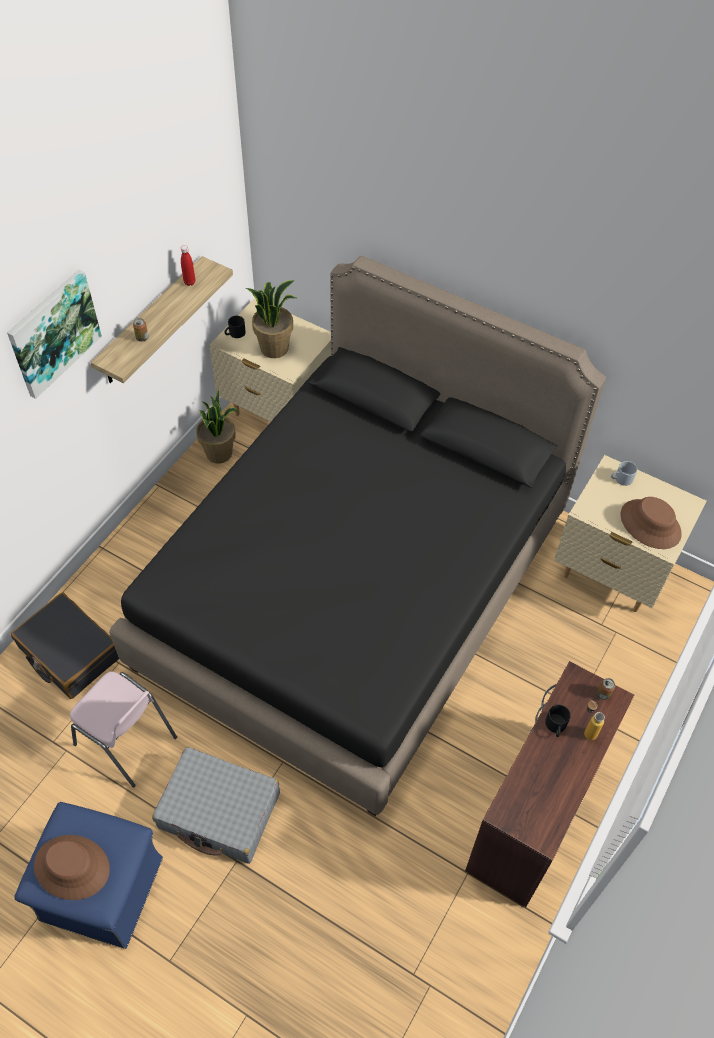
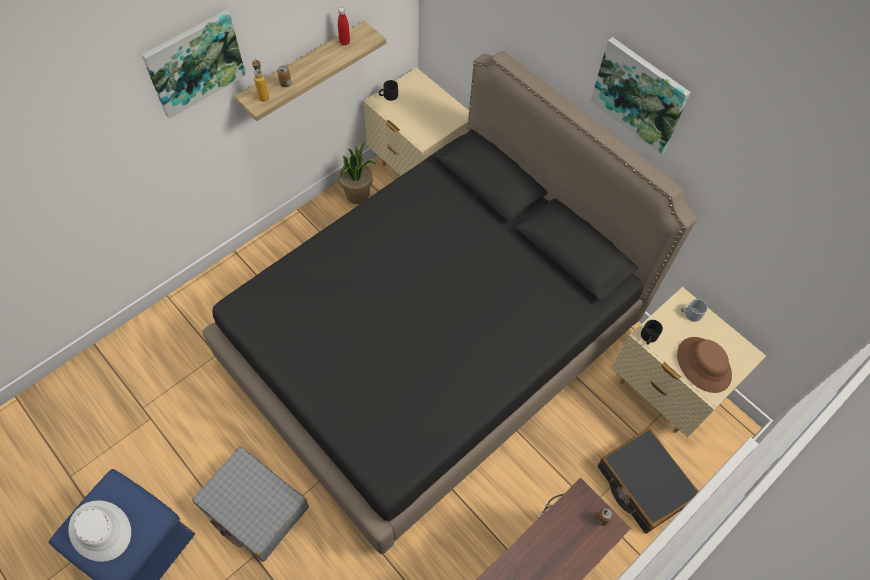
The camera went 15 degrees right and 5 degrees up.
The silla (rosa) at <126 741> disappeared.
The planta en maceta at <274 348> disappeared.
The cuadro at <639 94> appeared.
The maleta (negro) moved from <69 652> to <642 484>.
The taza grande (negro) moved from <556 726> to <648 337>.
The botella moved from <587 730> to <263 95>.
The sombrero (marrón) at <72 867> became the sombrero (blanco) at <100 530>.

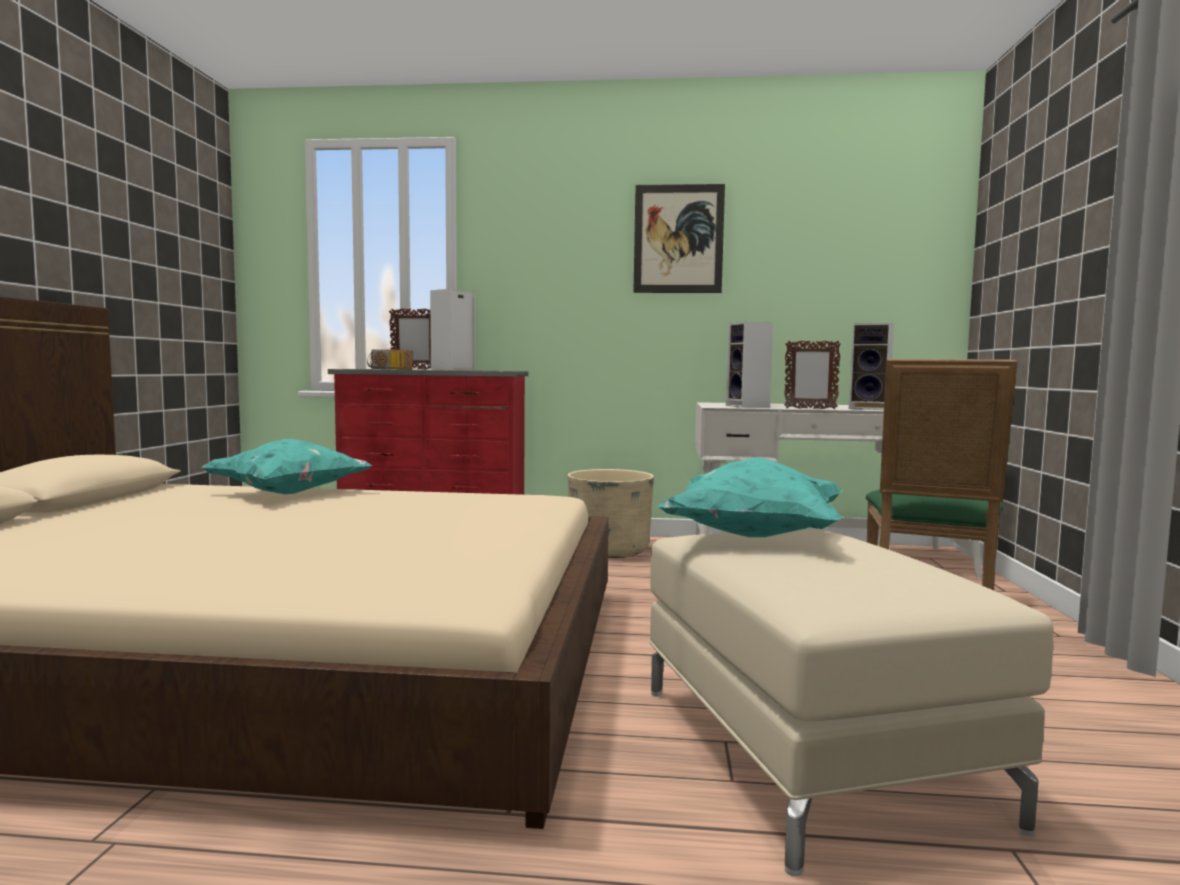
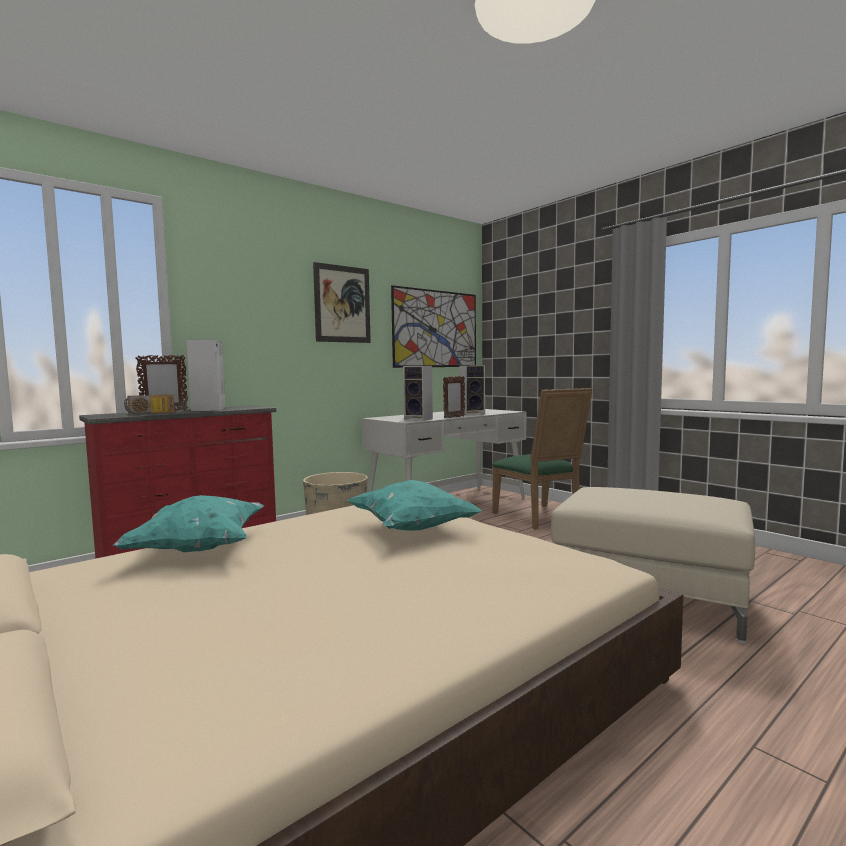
The camera went 45 degrees left and 0 degrees up.
The cuadro at <436 329> appeared.
The cojín (turquesa) moved from <754 537> to <413 529>.

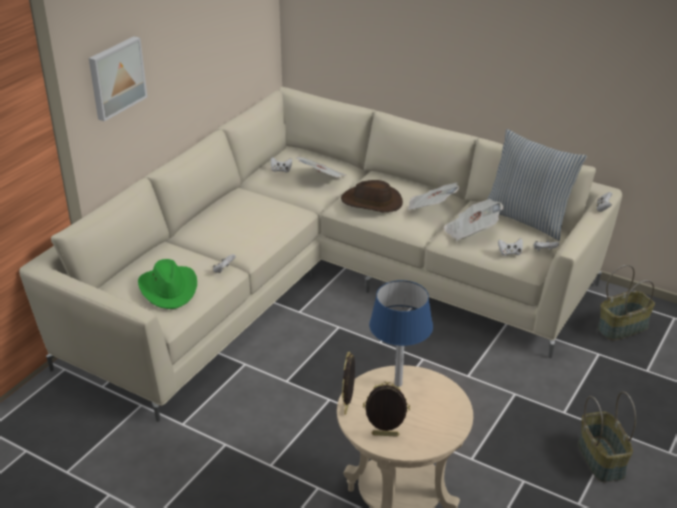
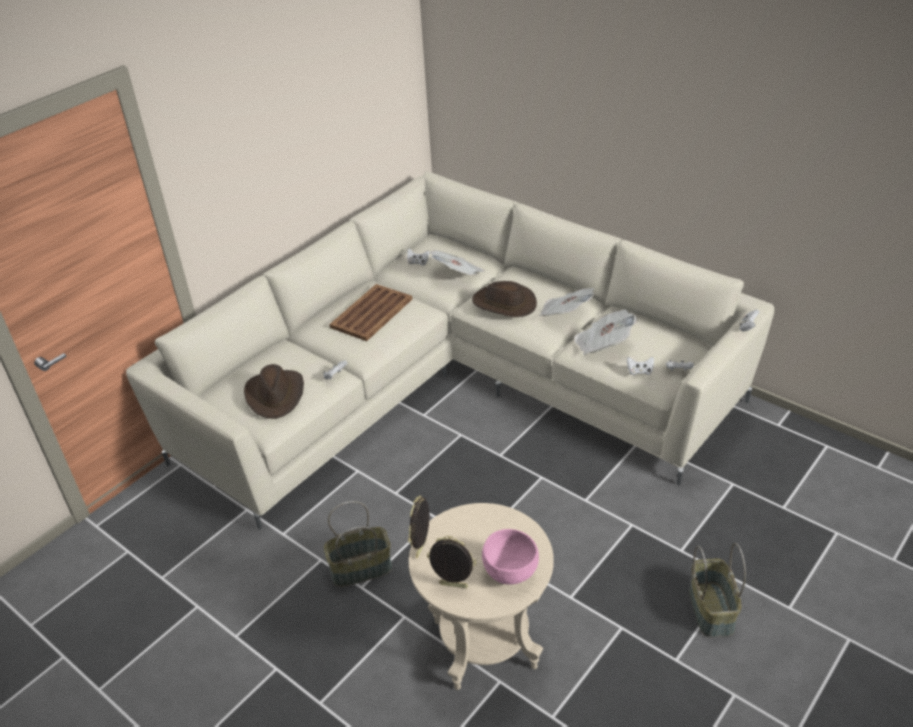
The camera went 10 degrees right and 5 degrees up.
The cuadro at <116 77> disappeared.
The lámpara de mesa (azul) at <398 384> disappeared.
The cojín at <527 219> disappeared.
The bandeja (marrón) at <372 313> appeared.
The cuenco (rosa) at <509 573> appeared.
The cesta moved from <622 327> to <361 568>.
The sombrero (verde) at <169 289> became the sombrero (marrón) at <275 395>.

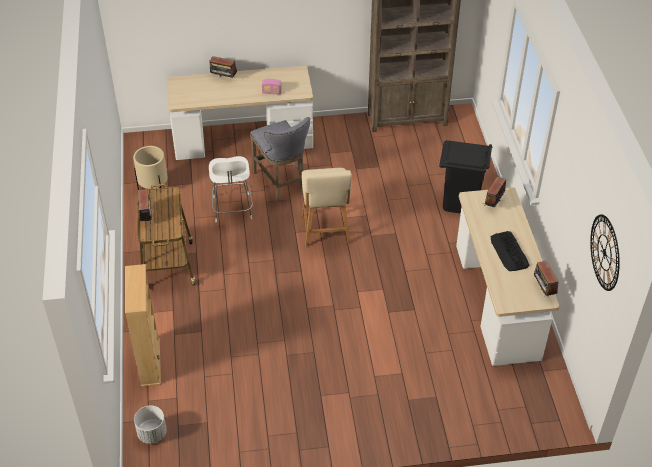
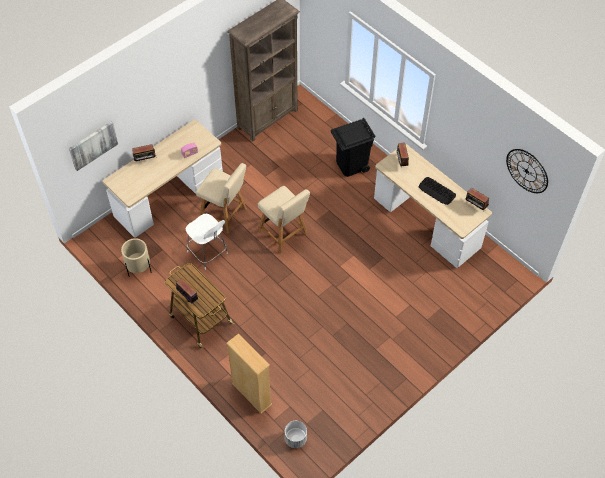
The camera went 35 degrees left and 10 degrees up.
The cuadro at <93 145> appeared.
The taburete (gris) at <281 184> was replaced by the silla (beis) at <225 215>.

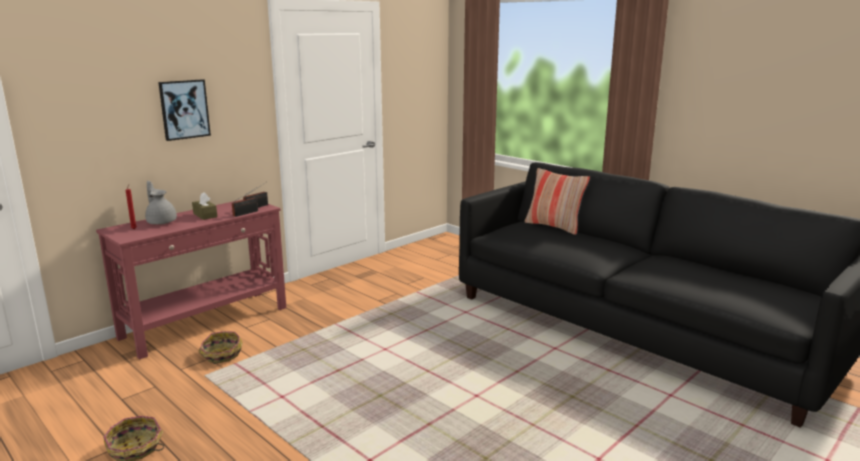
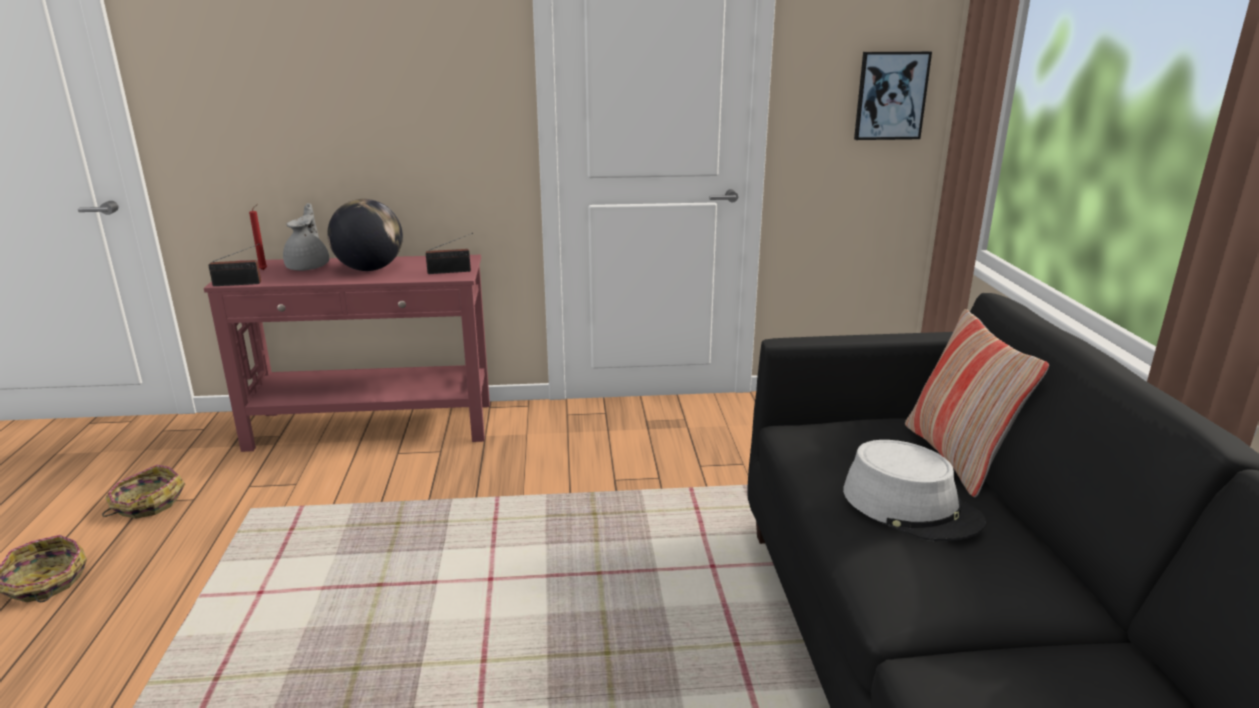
The camera went 40 degrees right and 5 degrees up.
The sombrero (gris) at <911 507> appeared.
The cuadro moved from <184 109> to <891 95>.
The cesta moved from <221 355> to <147 504>.
The radio moved from <247 213> to <240 284>.
The caja de pañuelos (marrón) at <205 215> was replaced by the globo terráqueo at <370 269>.

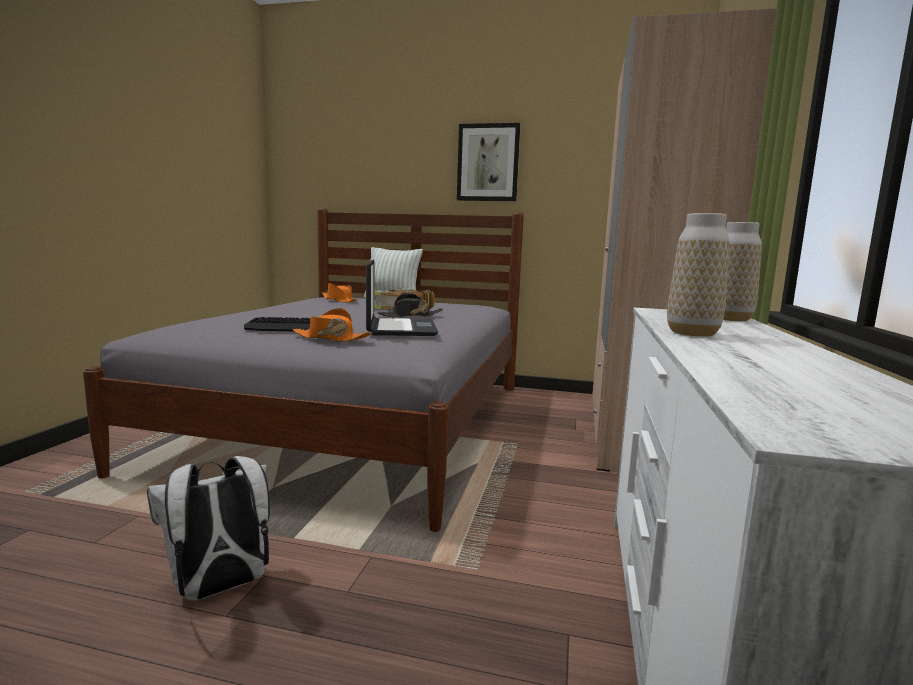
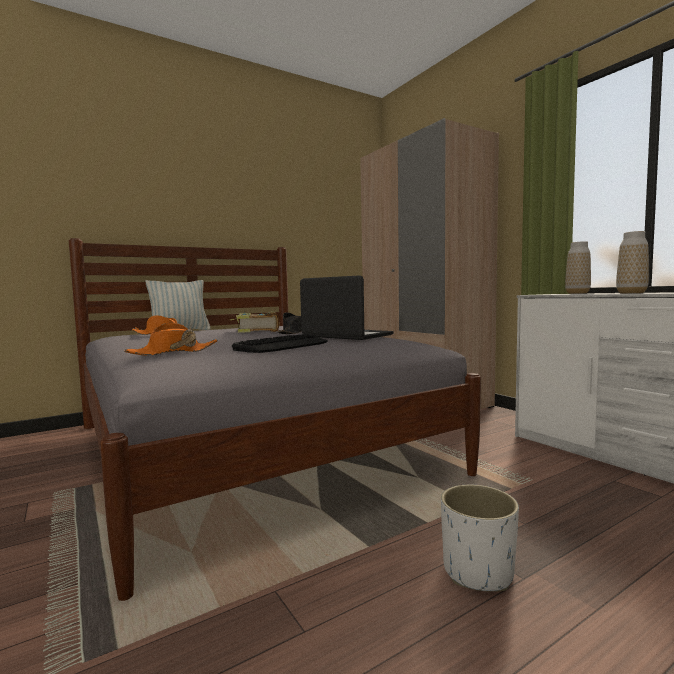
The camera went 45 degrees left and 5 degrees down.
The cuadro at <488 163> disappeared.
The sombrero (naranja) moved from <331 338> to <173 352>.
The mochila (blanco) at <219 588> was replaced by the maceta (blanco) at <478 572>.

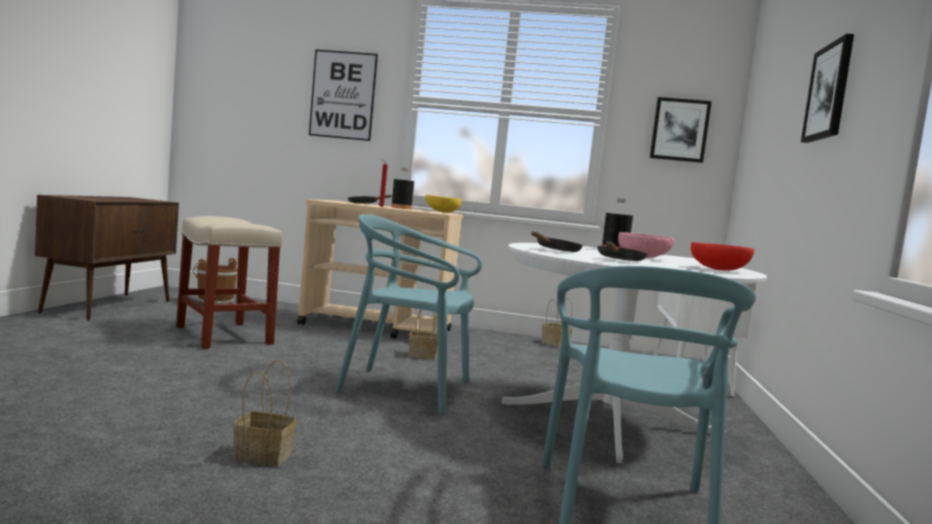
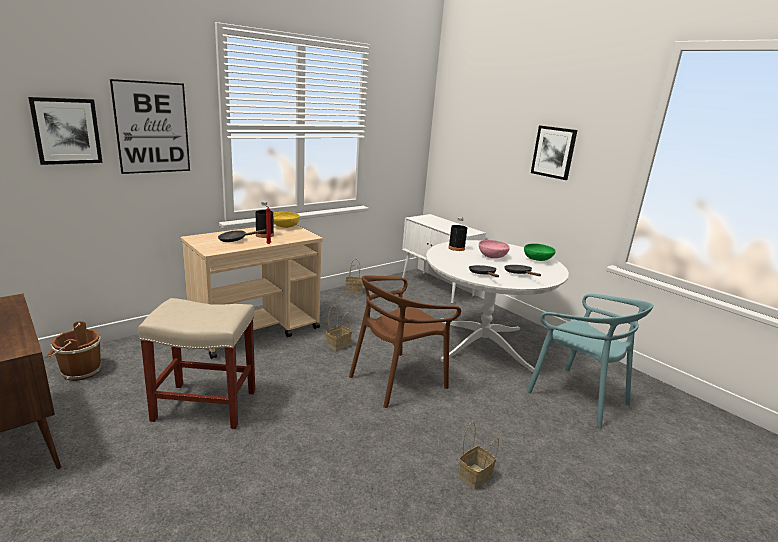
The camera went 50 degrees left and 15 degrees up.
The cuadro moved from <679 130> to <67 131>.
The silla (turquesa) at <406 388> became the silla (marrón) at <397 380>.
The cuenco (rojo) at <718 270> became the cuenco (verde) at <537 260>.

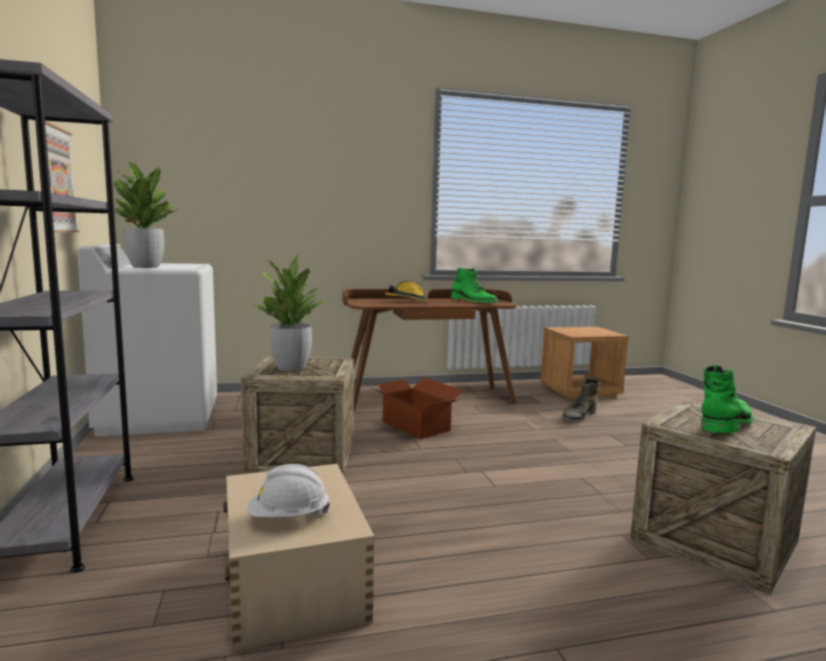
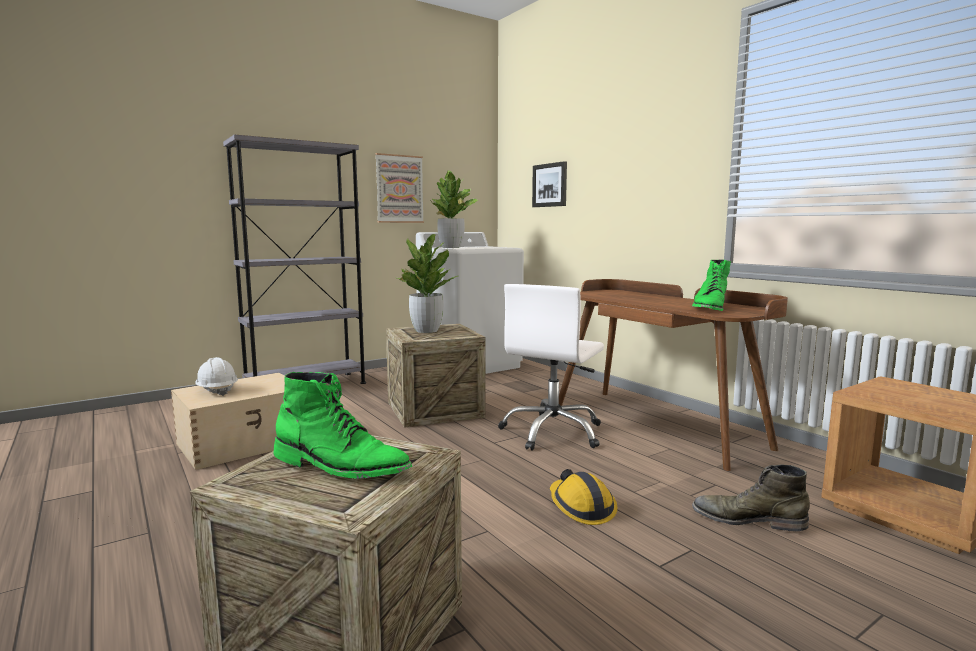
The camera went 70 degrees right and 0 degrees up.
The cuadro at <550 185> appeared.
The casco moved from <406 301> to <581 507>.
The caja de cartón at <415 426> was replaced by the silla de oficina (blanco) at <553 432>.

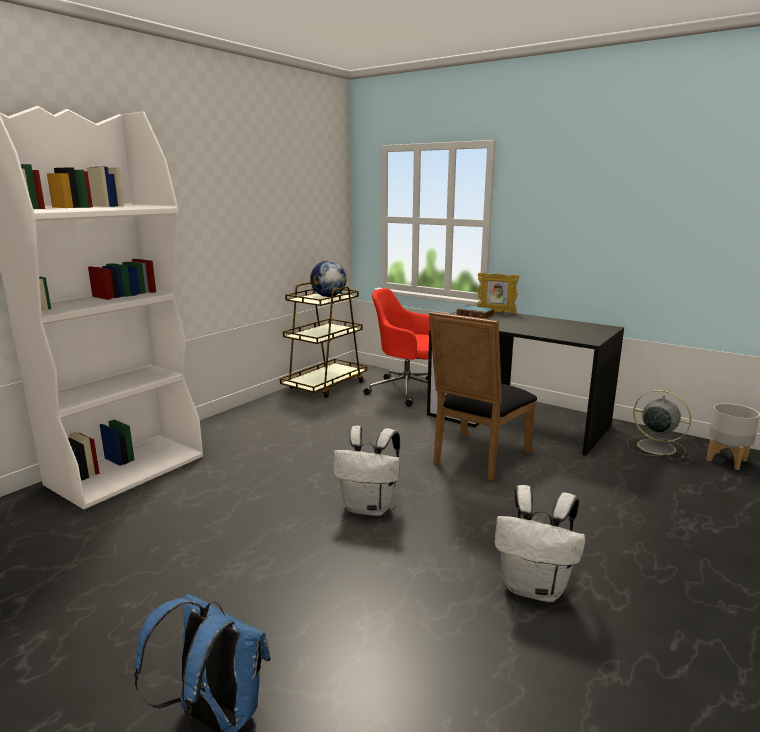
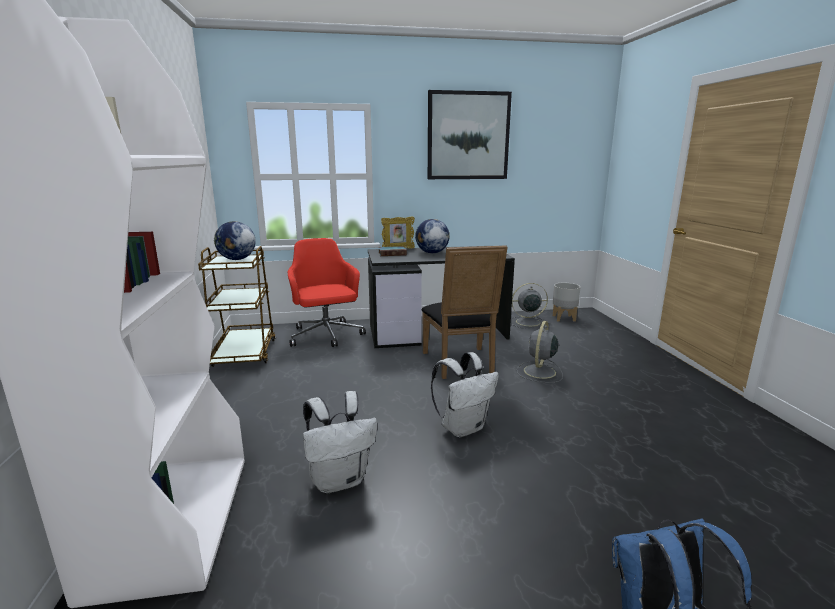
The camera went 45 degrees left and 0 degrees up.
The globo terráqueo at <431 253> appeared.
The cuadro at <468 136> appeared.
The ventilador (gris) at <539 372> appeared.
The mochila (blanco) moved from <535 587> to <340 480>.
The silla de oficina (rojo) at <407 391> turned 90 degrees clockwise.

